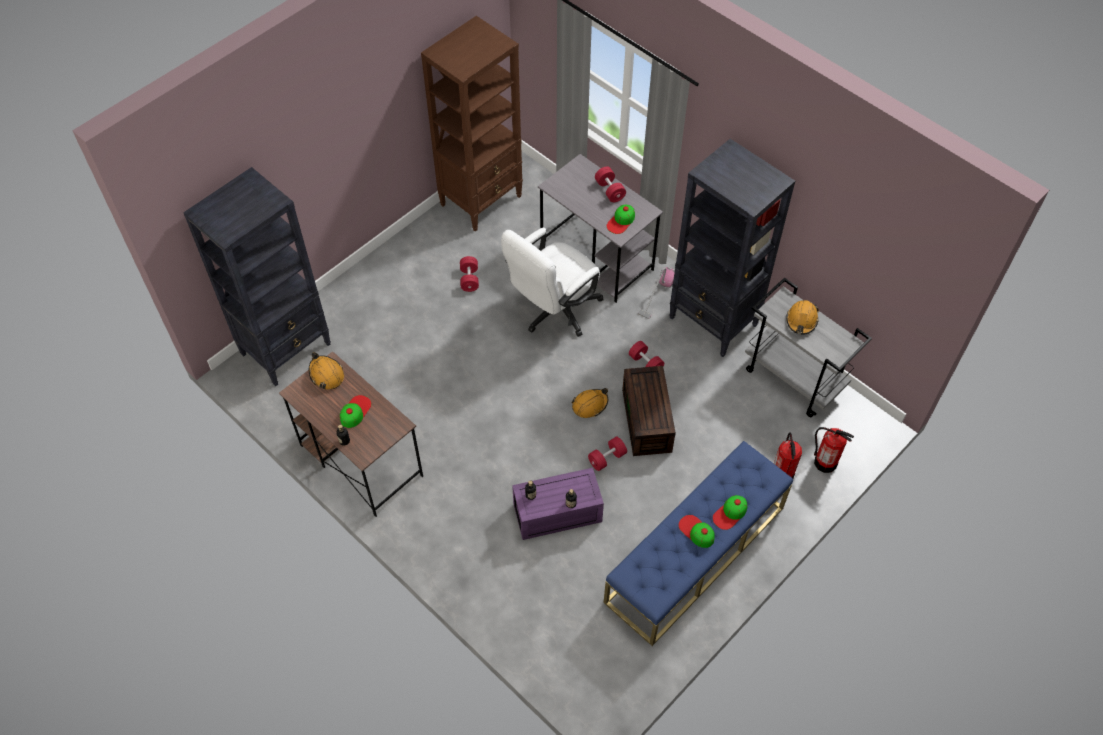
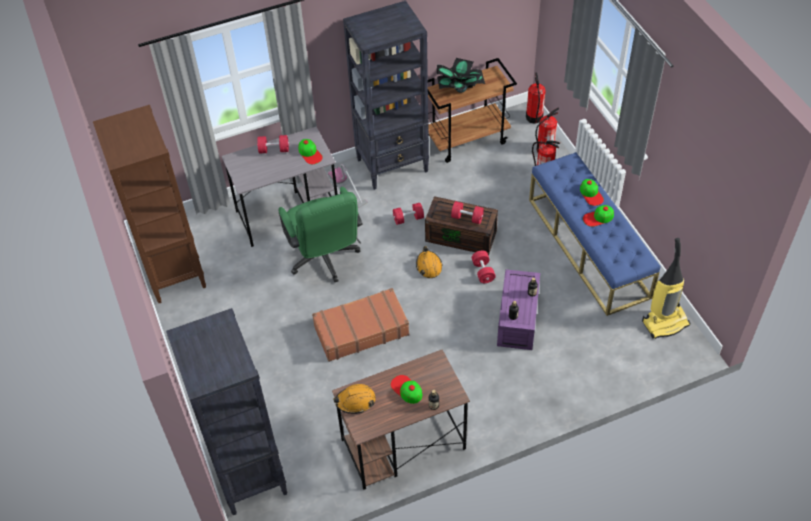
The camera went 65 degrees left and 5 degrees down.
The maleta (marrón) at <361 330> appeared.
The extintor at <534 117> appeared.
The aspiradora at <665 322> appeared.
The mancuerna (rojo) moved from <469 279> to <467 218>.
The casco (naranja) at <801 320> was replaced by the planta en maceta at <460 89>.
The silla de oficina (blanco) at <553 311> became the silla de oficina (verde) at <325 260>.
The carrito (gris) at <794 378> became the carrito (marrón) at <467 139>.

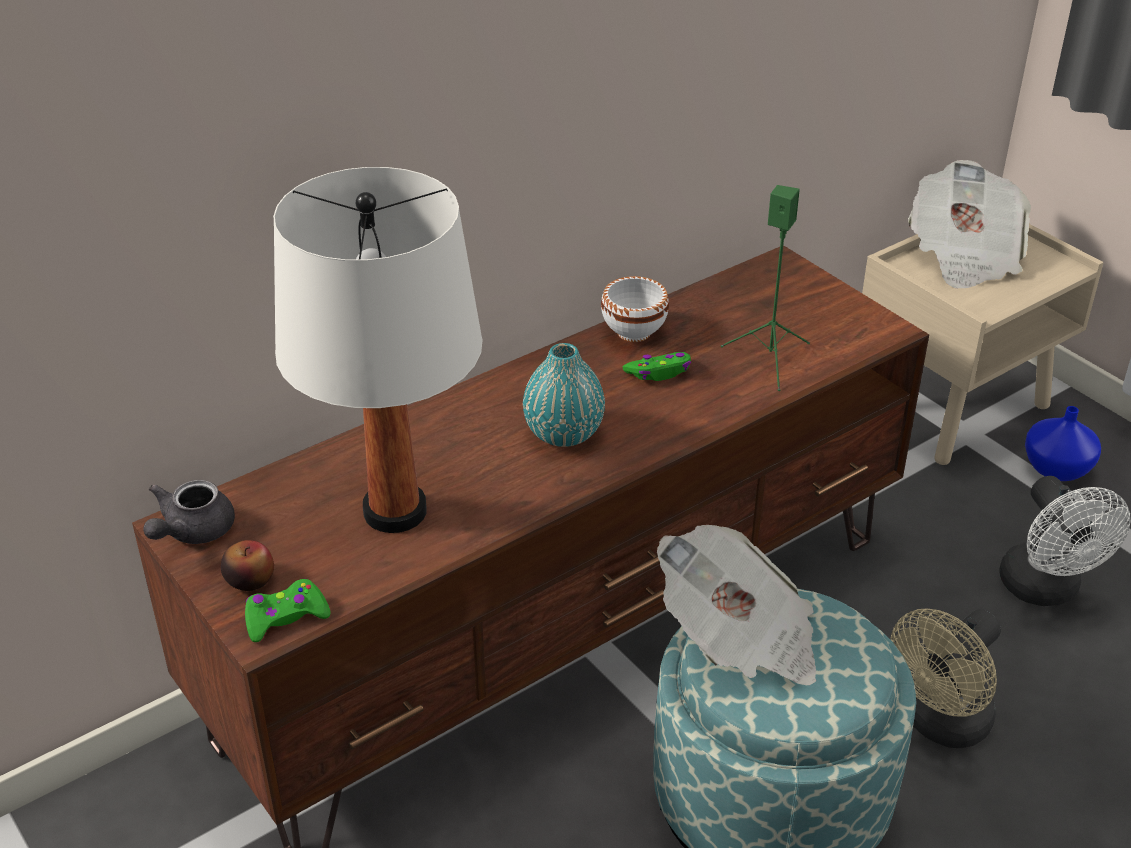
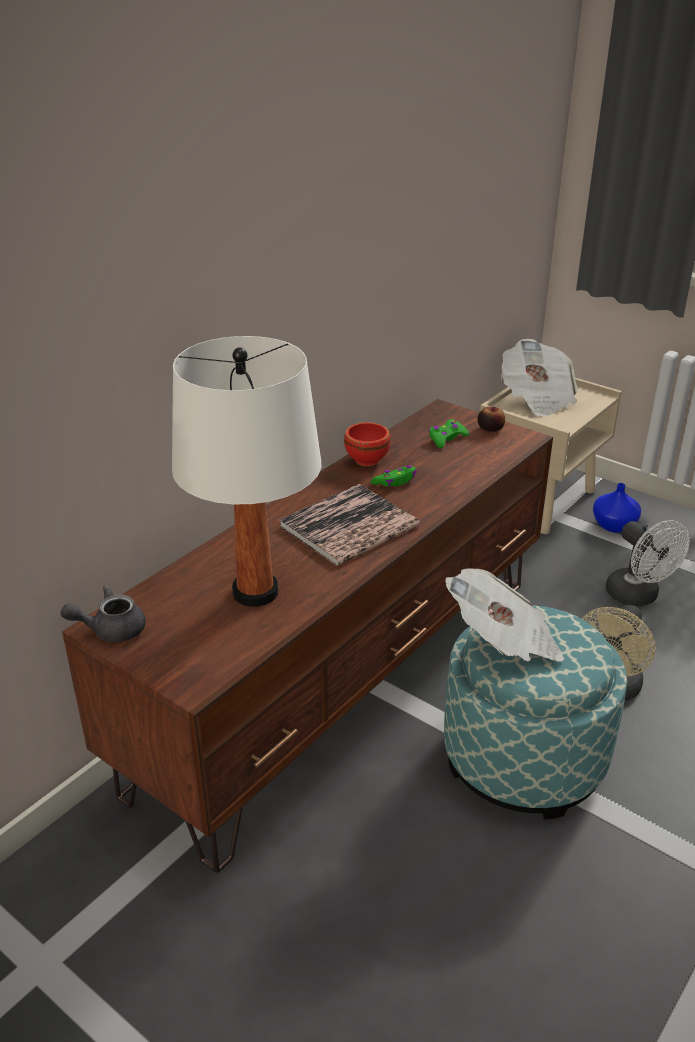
The camera went 15 degrees left and 5 degrees down.
The altavoz (verde) at <770 359> disappeared.
The manzana moved from <250 580> to <490 428>.
The mando de consola (verde) moved from <285 617> to <446 438>.
The florero (turquesa) at <563 433> was replaced by the libro at <349 526>.
The cuenco (blanco) at <636 333> became the cuenco (rojo) at <368 460>.
The tetera (gris) at <191 532> turned 60 degrees clockwise.

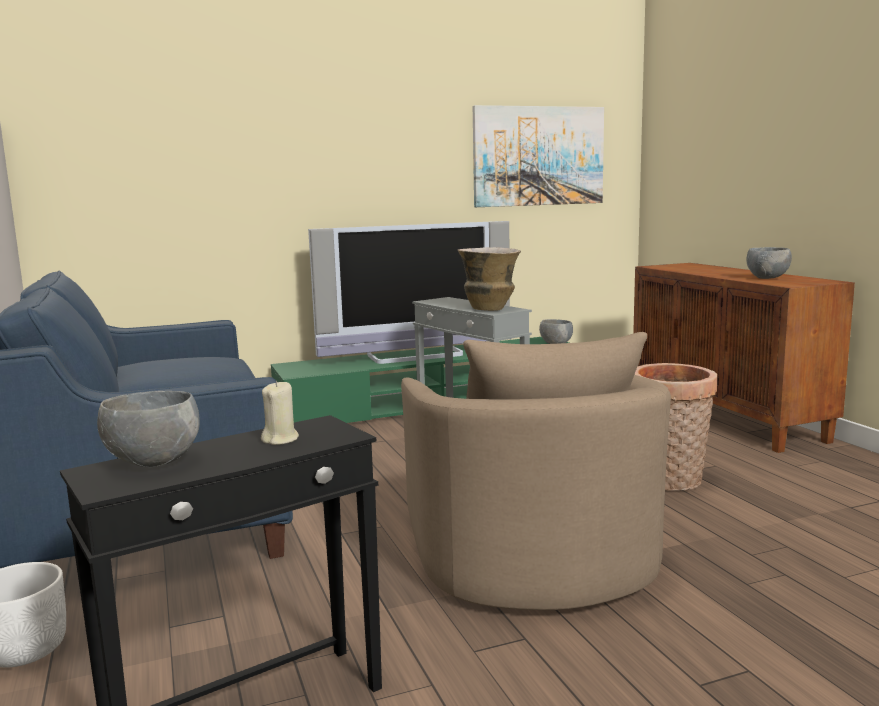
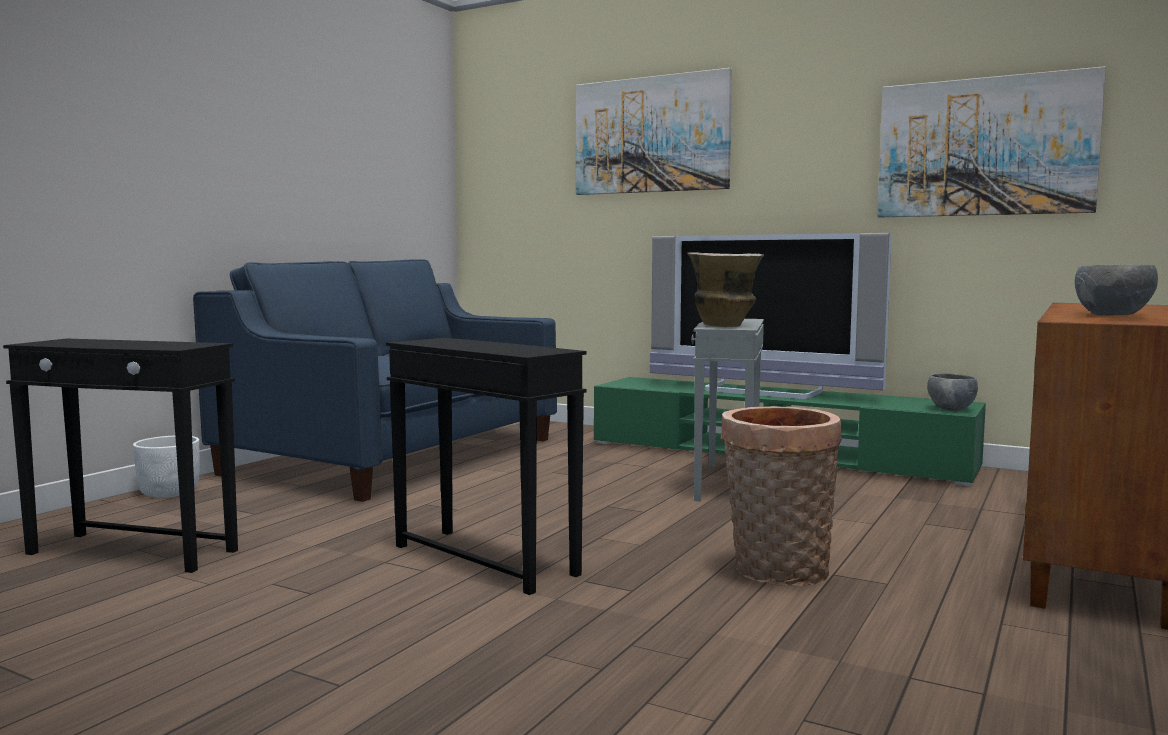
The camera went 50 degrees right and 5 degrees down.
The cuenco (gris) at <154 463> disappeared.
The vela (beis) at <280 439> disappeared.
The cuadro at <651 135> appeared.
The sillón (beis) at <529 551> was replaced by the mesa auxiliar (negro) at <484 559>.

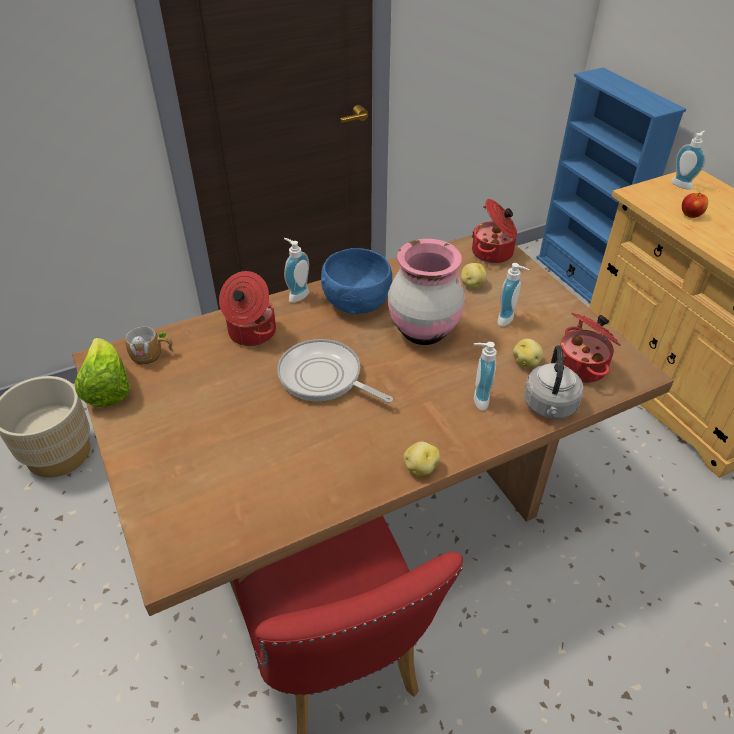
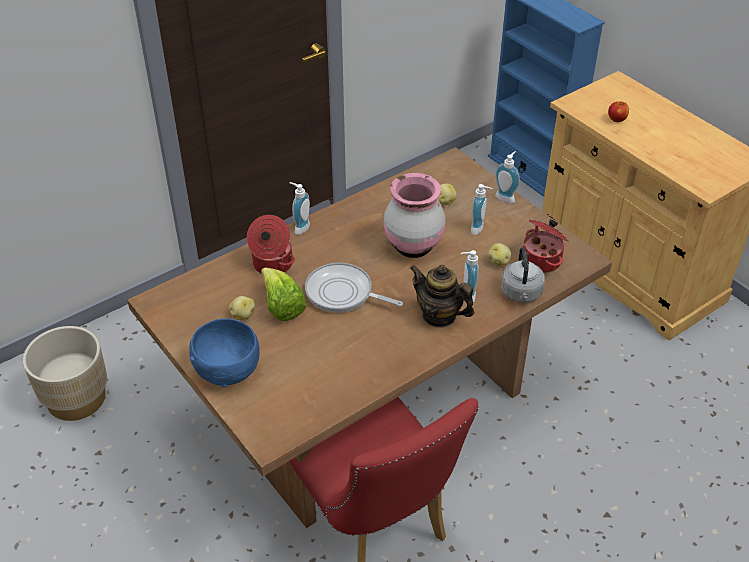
The camera went 10 degrees left and 0 degrees up.
The taza grande at <152 355> disappeared.
The olla at <493 253> disappeared.
The tetera at <439 315> appeared.
The lechuga moved from <107 388> to <282 307>.
The cuenco (azul) moved from <356 302> to <227 369>.
The patata moved from <420 467> to <242 315>.
The dispensador de jabón moved from <682 184> to <506 197>.

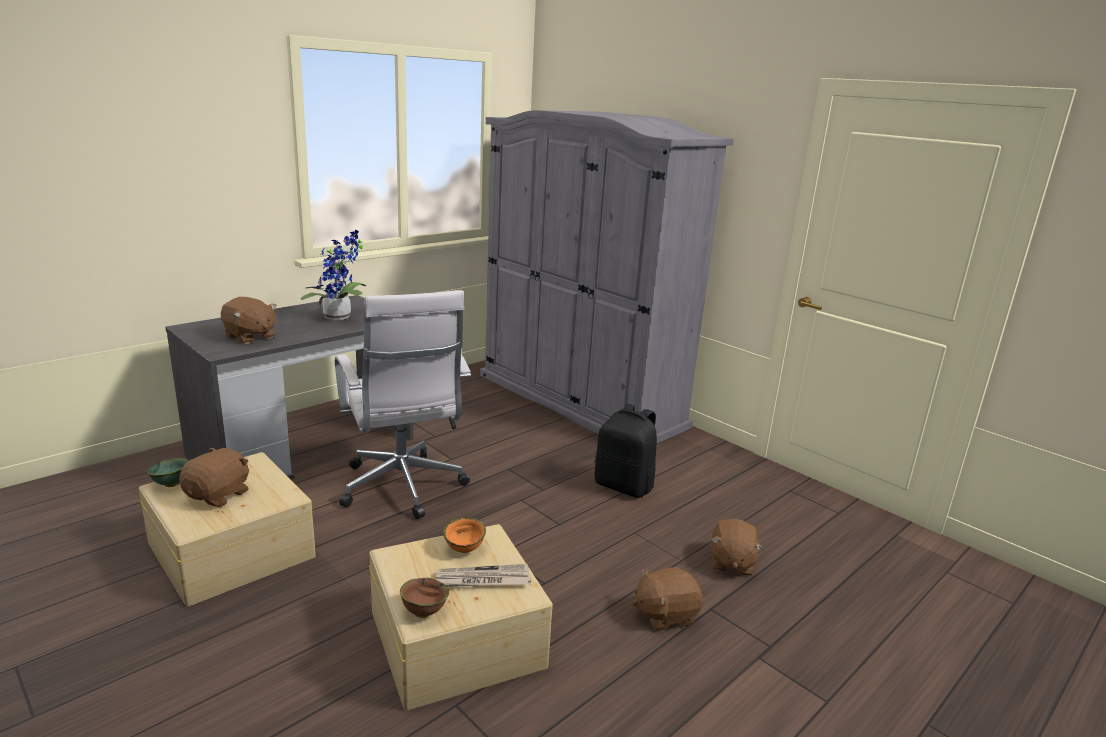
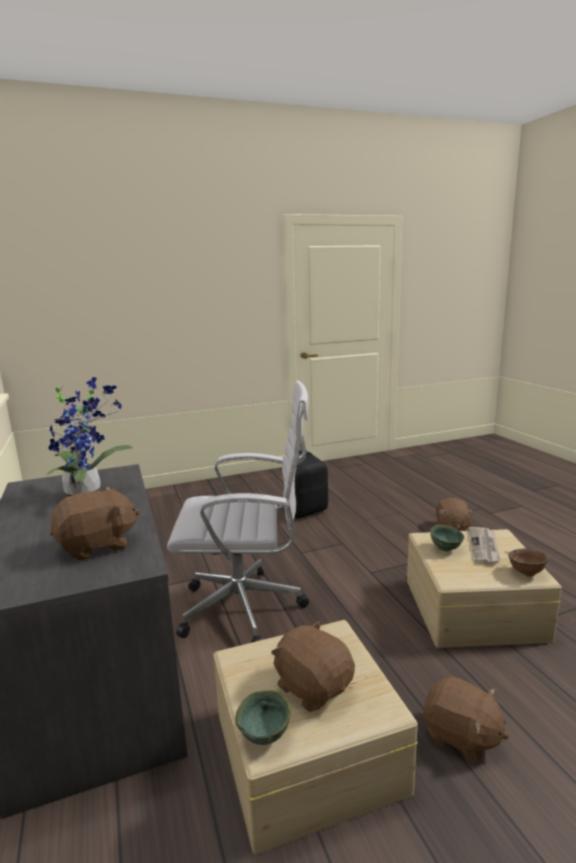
The camera went 65 degrees left and 5 degrees down.
The armario ropero (gris) at <580 400> disappeared.
The peluche (marrón) moved from <731 563> to <461 736>.
The cuenco (naranja) at <465 549> became the cuenco (verde) at <445 548>.

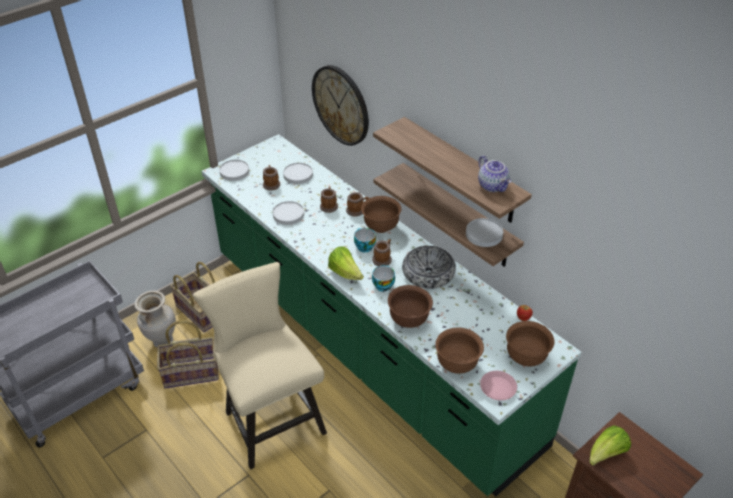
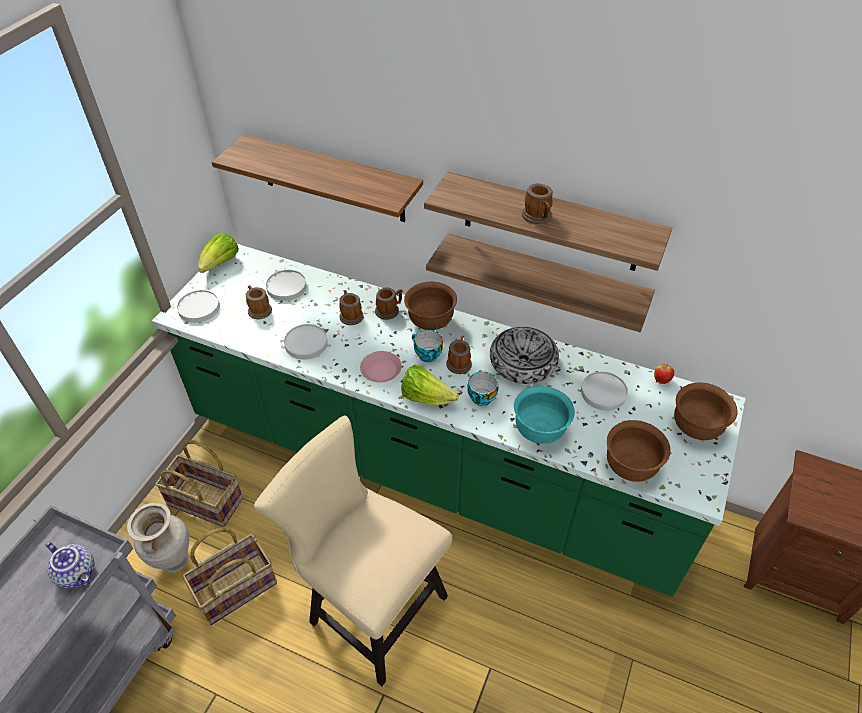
The camera went 25 degrees left and 5 degrees up.
The taza grande at <538 217> appeared.
The plato (blanco) moved from <484 234> to <603 393>.
The tetera moved from <493 186> to <78 573>.
The plato (rosa) moved from <498 388> to <381 369>.
The lechuga moved from <606 454> to <220 264>.
The reloj de pared at <341 105> was replaced by the estante at <332 179>.
The cuenco (marrón) at <408 320> became the cuenco (turquesa) at <539 431>.

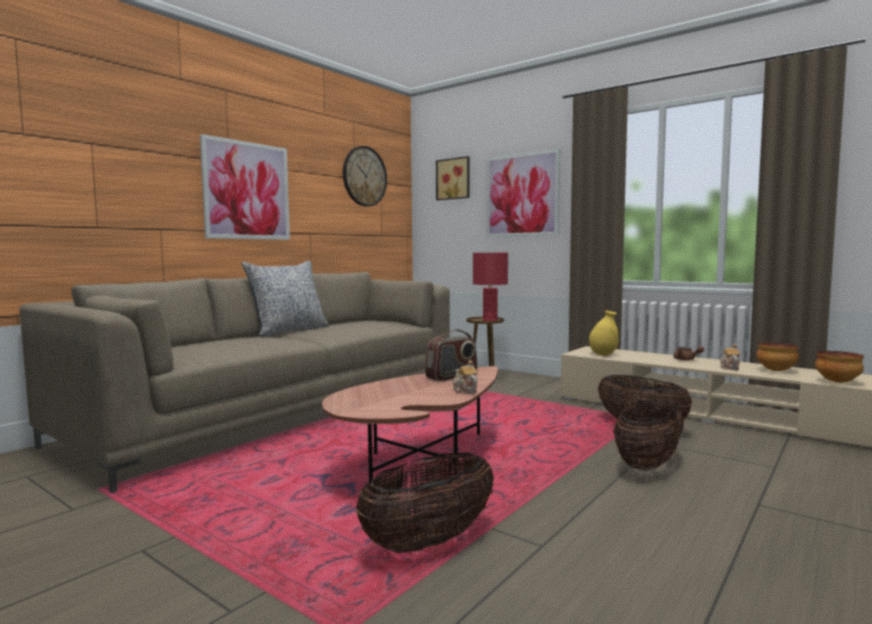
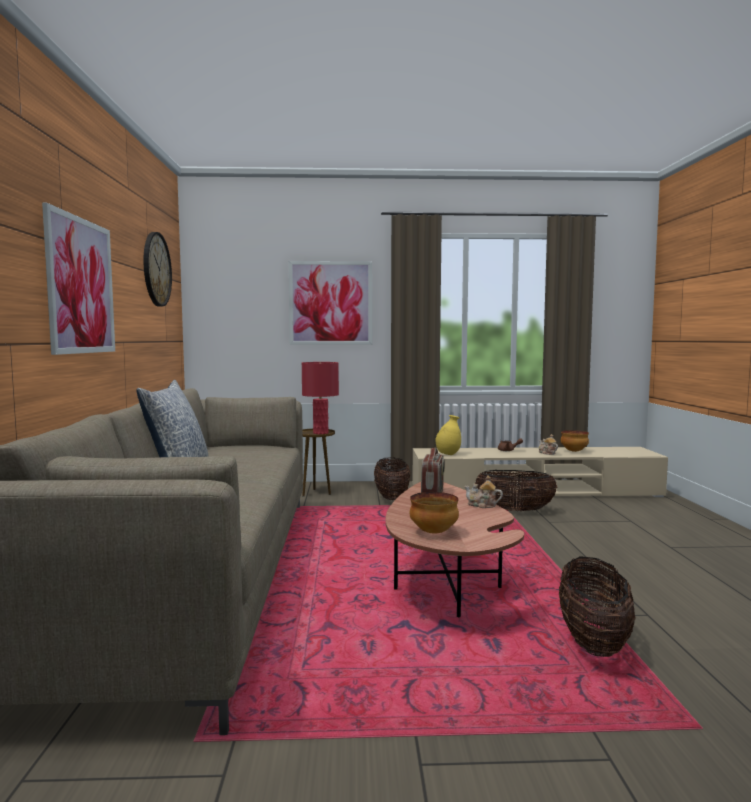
The camera went 40 degrees left and 0 degrees up.
The cuadro at <454 179> disappeared.
The cesta moved from <648 464> to <392 498>.
The cuenco moved from <838 382> to <434 532>.

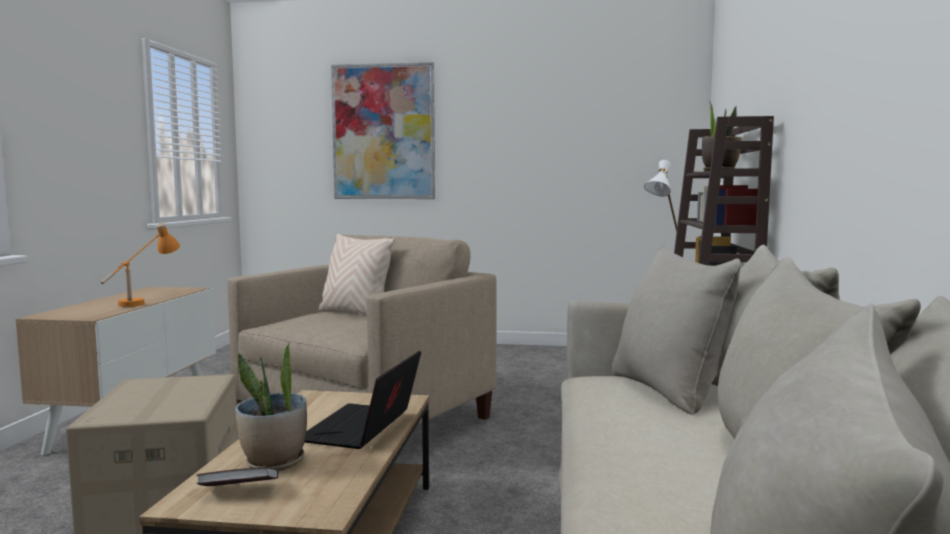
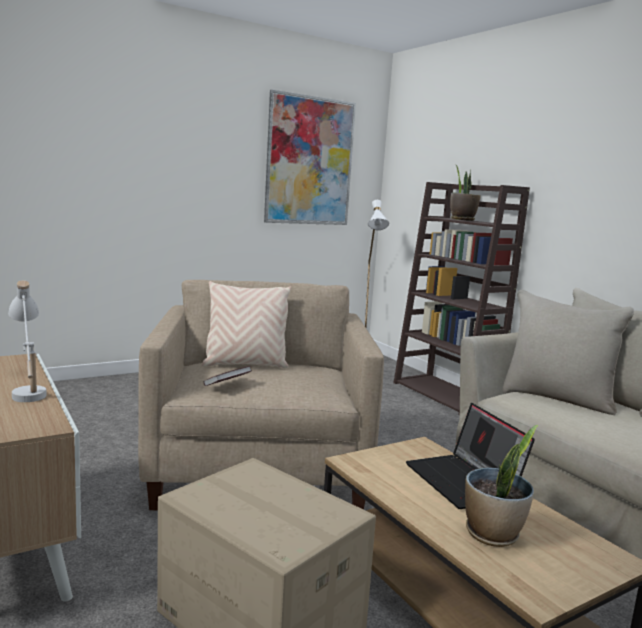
The camera went 40 degrees left and 5 degrees up.
The libro moved from <239 492> to <227 385>.
The cuadro moved from <383 132> to <309 161>.
The lámpara de mesa (naranja) at <143 301> became the lámpara de mesa (blanco) at <28 389>.

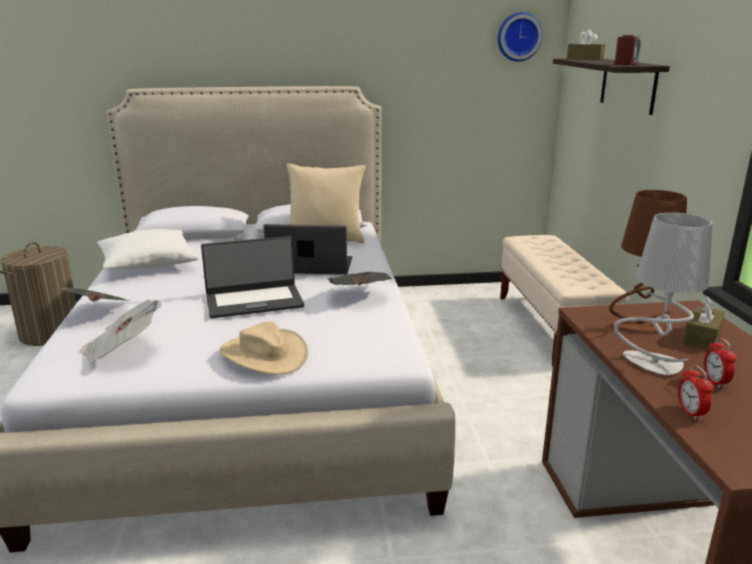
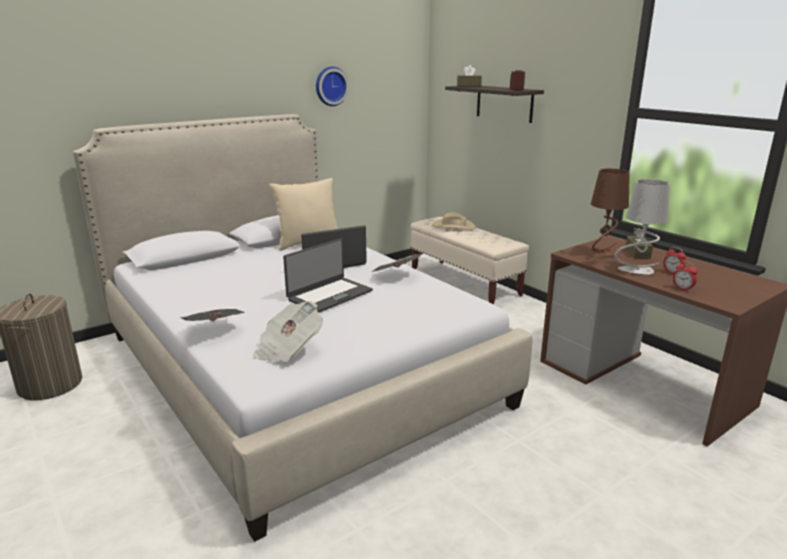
The camera went 30 degrees left and 0 degrees up.
The cojín (blanco) at <148 264> disappeared.
The sombrero (beis) moved from <264 354> to <453 226>.
The reloj de pared moved from <518 37> to <330 86>.

